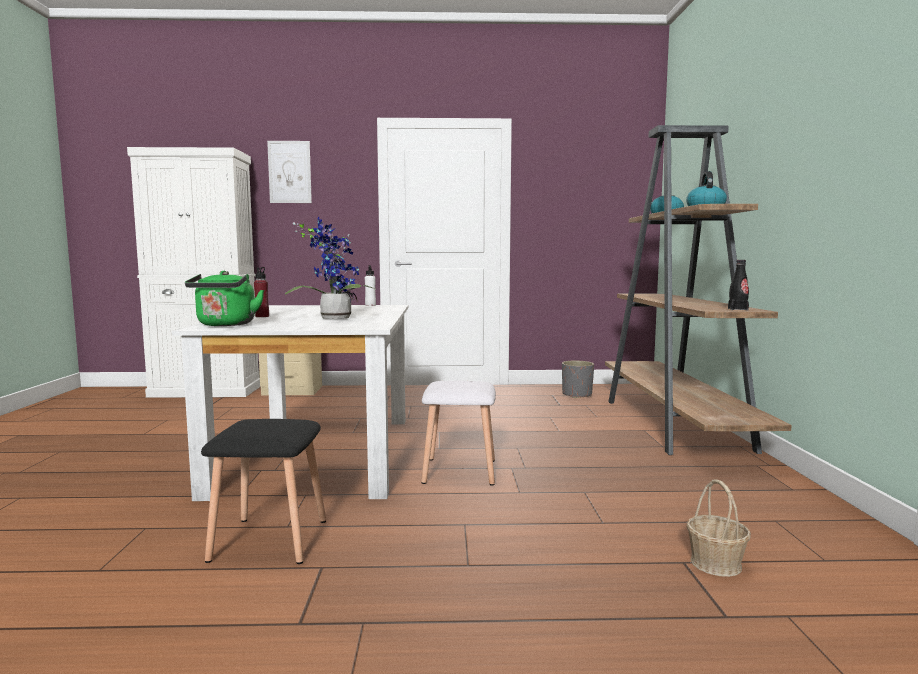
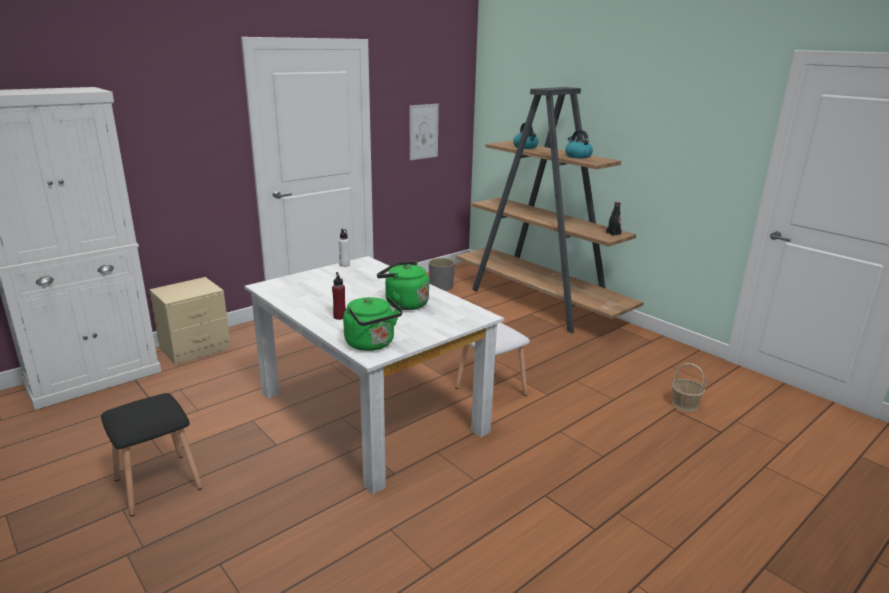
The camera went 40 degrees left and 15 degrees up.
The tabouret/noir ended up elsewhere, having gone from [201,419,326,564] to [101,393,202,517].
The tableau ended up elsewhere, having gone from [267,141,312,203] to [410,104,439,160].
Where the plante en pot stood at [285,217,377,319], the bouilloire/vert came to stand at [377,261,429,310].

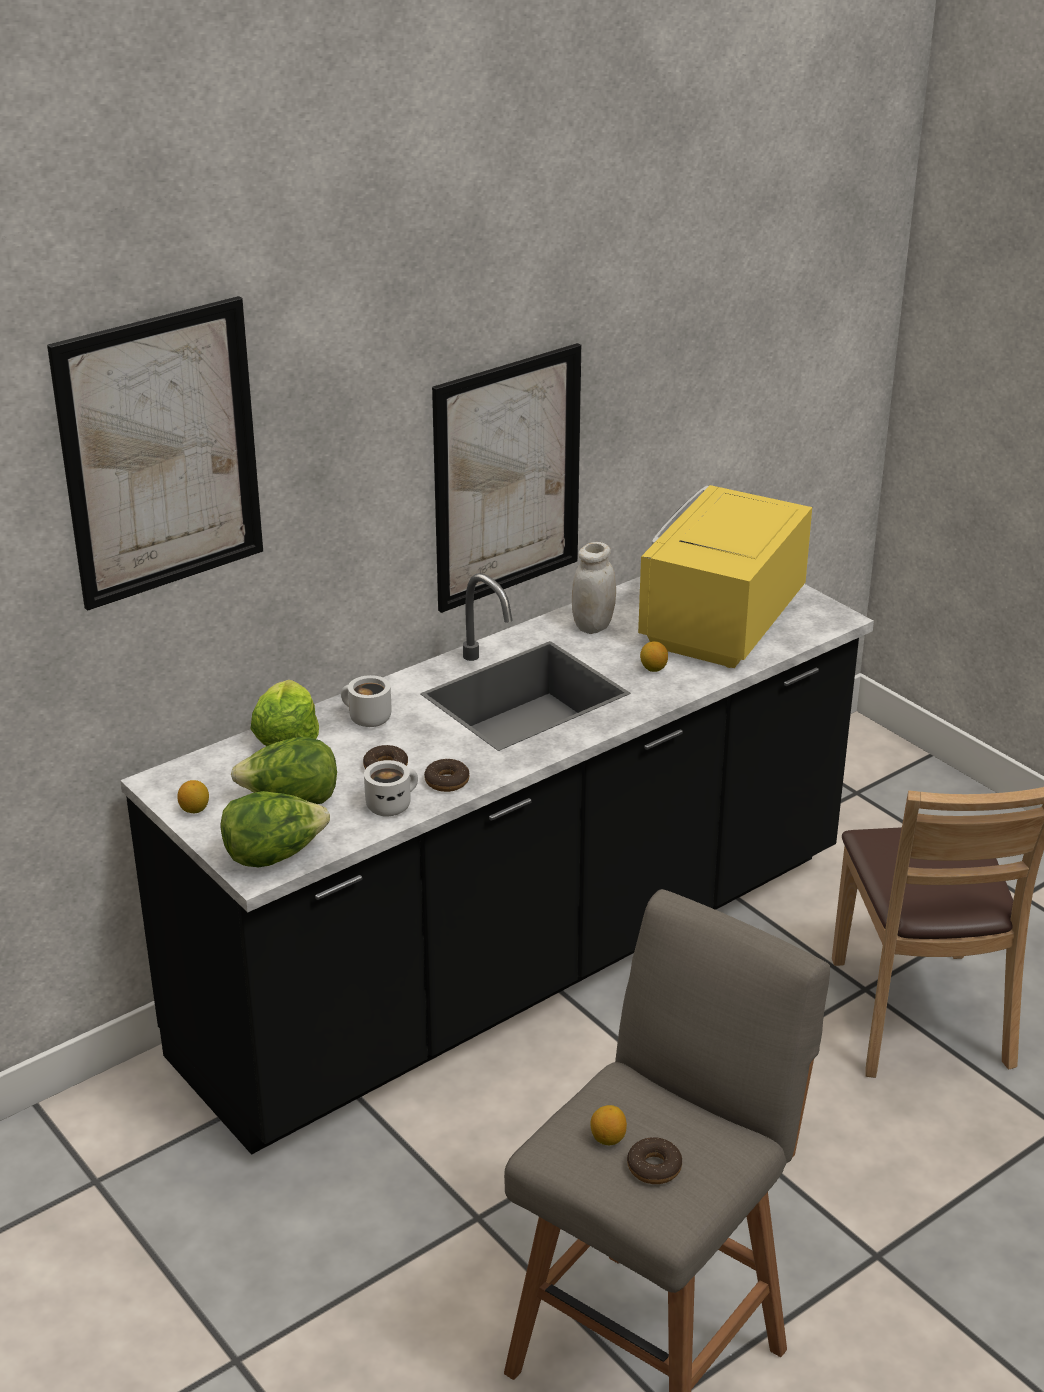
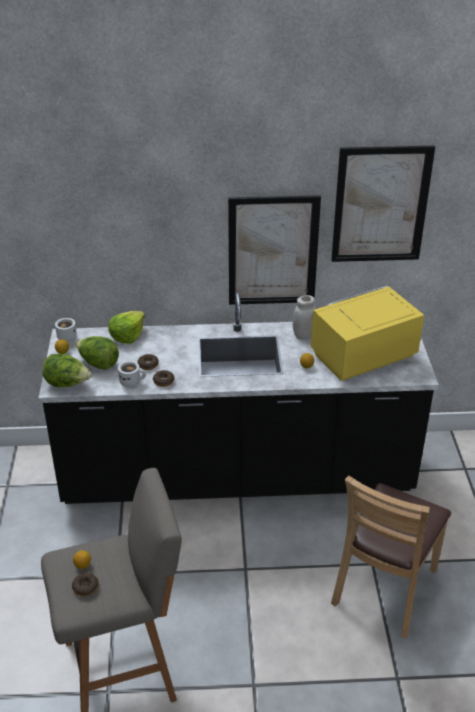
The camera went 35 degrees right and 5 degrees up.
The tableau ended up elsewhere, having gone from [47,296,263,611] to [331,146,435,262].
The mug/blanc ended up elsewhere, having gone from [341,675,392,727] to [55,318,77,342].

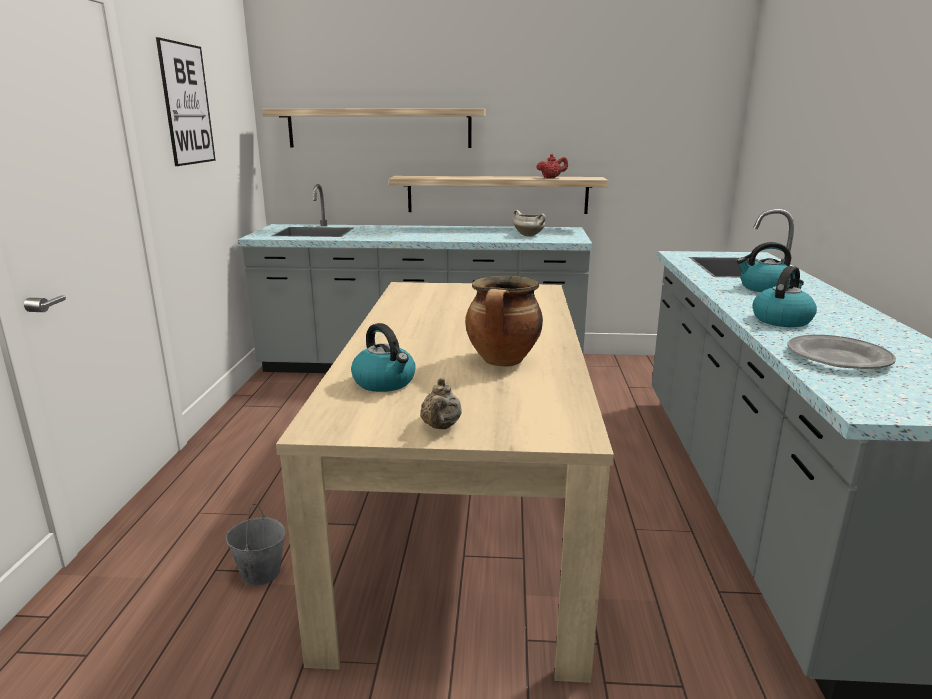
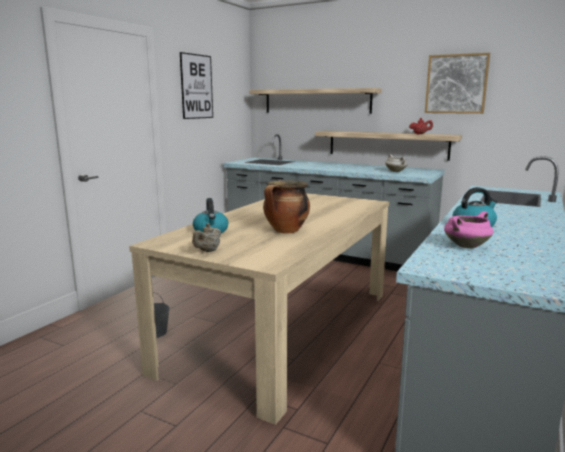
The camera went 25 degrees right and 5 degrees down.
The second view lost the bouilloire at [737,242,791,292].
Where the assiette/gris stood at [788,335,896,369], the marmite/rose came to stand at [444,211,494,249].
The second view gained the tableau at [425,53,490,114].

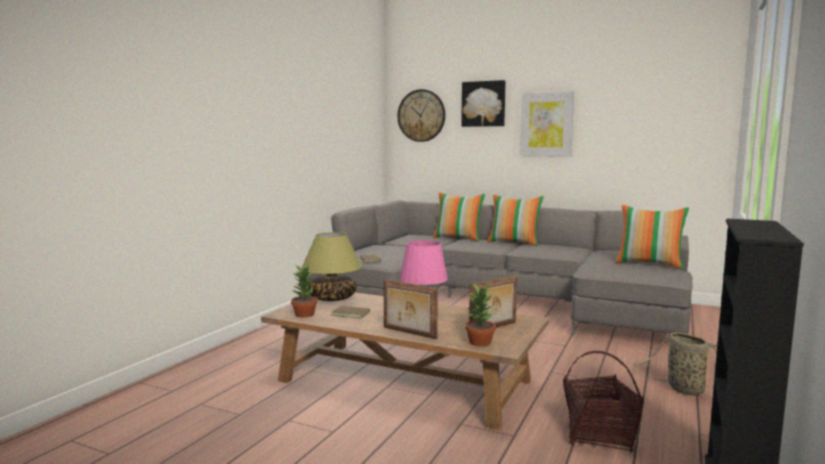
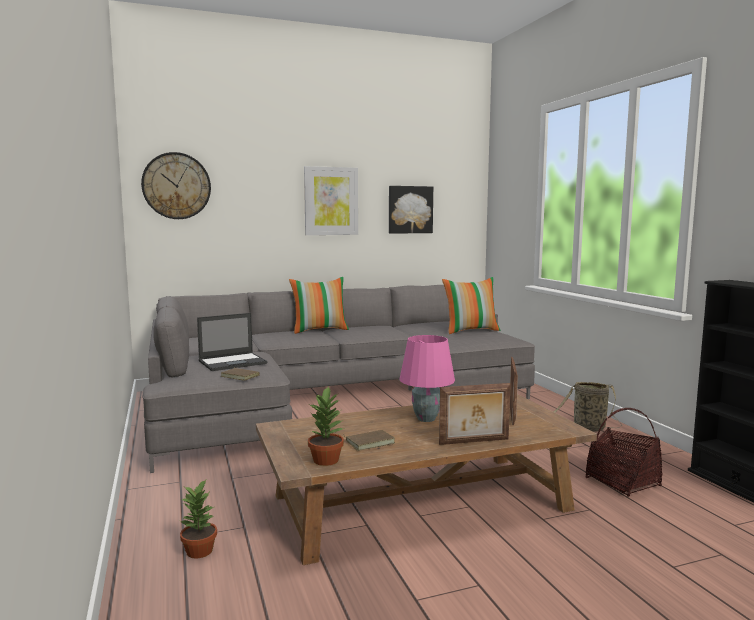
The camera went 45 degrees left and 0 degrees up.
The second view lost the lampe de table at [301,232,362,301].
The second view lost the coussin at [433,192,485,241].
The tableau ended up elsewhere, having gone from [461,80,506,127] to [389,186,433,234].
The plante en pot ended up elsewhere, having gone from [466,283,496,346] to [180,480,217,558].
The second view gained the ordinateur portable at [197,313,267,371].

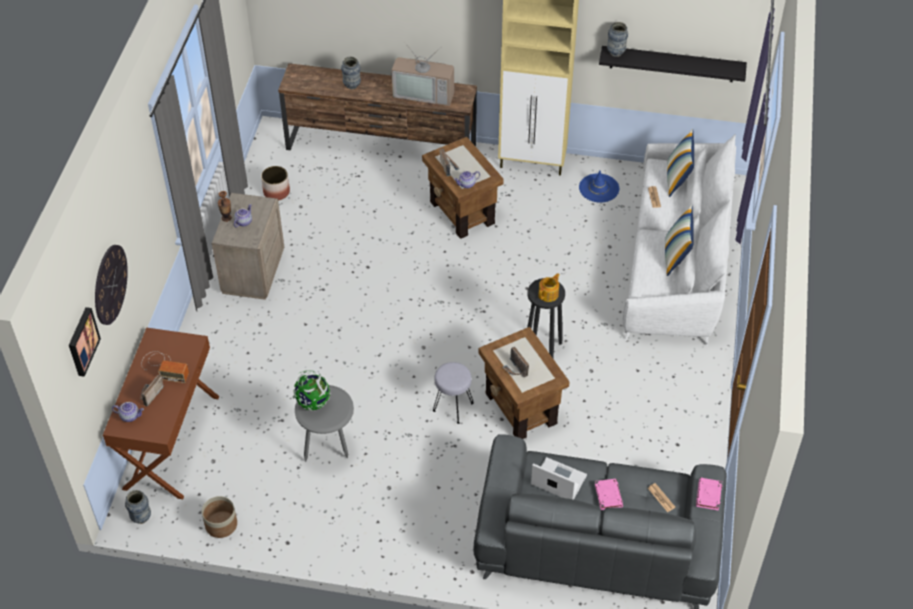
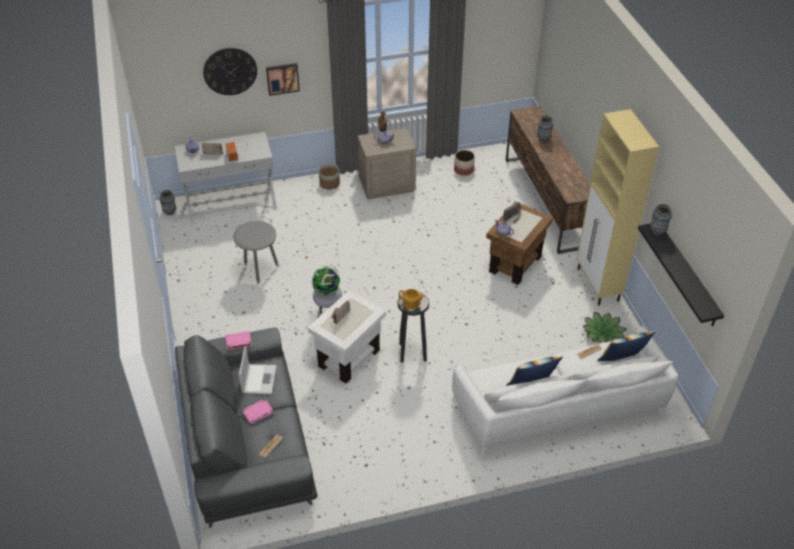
The camera went 65 degrees right and 5 degrees down.
The tableau ended up elsewhere, having gone from [69,307,101,377] to [266,63,300,96].
What was the table console/marron at [103,328,219,499] turned into the table console/blanc at [175,132,277,224].
The cache-pot ended up elsewhere, having gone from [202,496,237,538] to [319,164,340,190].
The globe ended up elsewhere, having gone from [293,370,331,411] to [312,264,340,296].
The second view lost the téléviseur at [391,43,454,106].
What was the table d'appoint/marron at [479,327,569,439] turned into the table d'appoint/blanc at [308,291,386,383].
Where the chapeau/bleu stood at [579,171,619,203], the plante en pot came to stand at [583,312,626,342].
The livre/rose ended up elsewhere, having gone from [696,478,722,511] to [225,331,252,350].

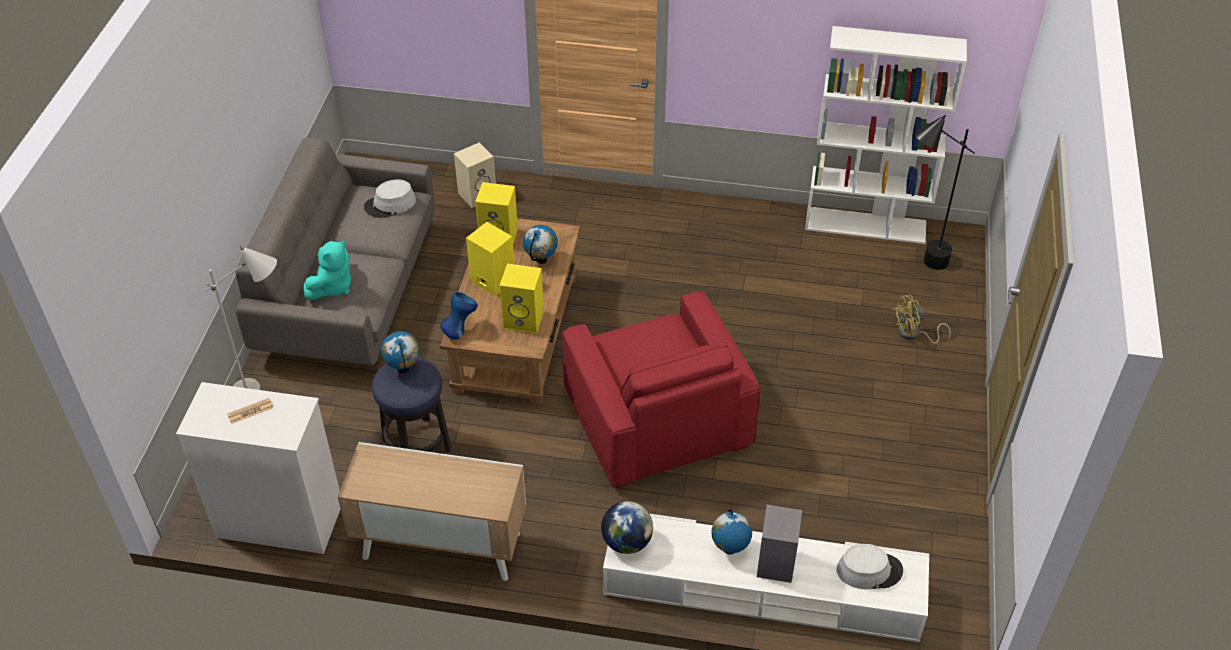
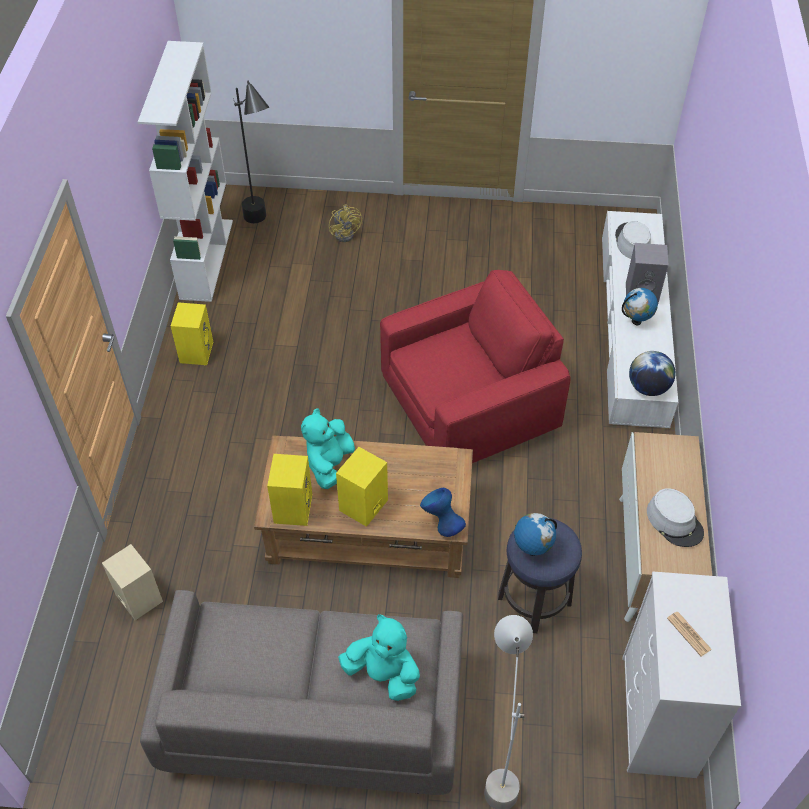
The camera went 95 degrees left and 5 degrees up.
The chapeau/gris ended up elsewhere, having gone from [364,179,416,218] to [647,488,704,547].
The enceinte/jaune ended up elsewhere, having gone from [499,263,544,333] to [171,302,213,365].
Where the globe stood at [523,225,558,264], the peluche/turquoise came to stand at [301,408,355,489].

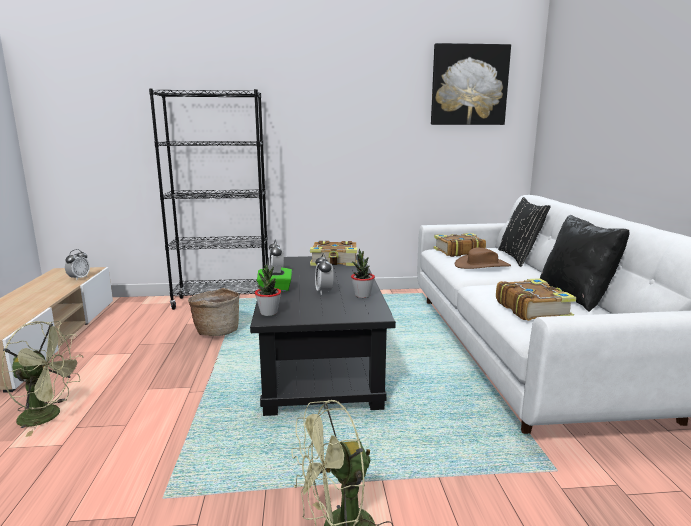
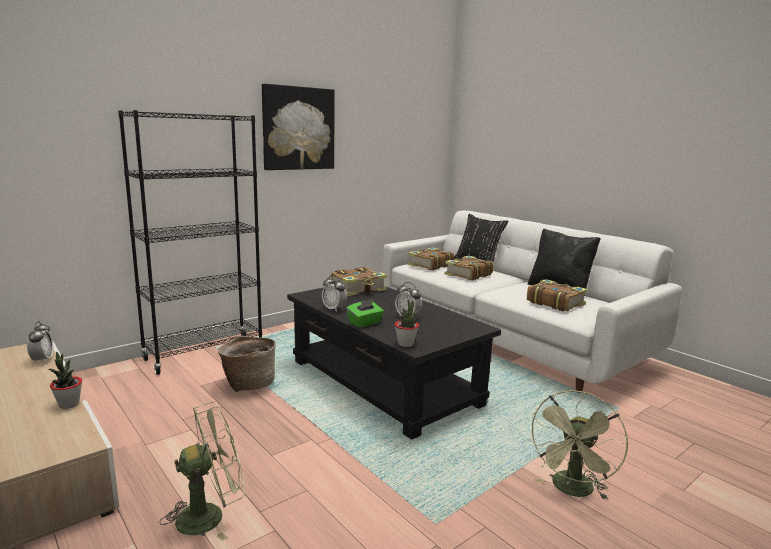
The camera went 35 degrees left and 0 degrees up.
The plante en pot ended up elsewhere, having gone from [351,249,375,298] to [49,351,82,409].
The tableau ended up elsewhere, having gone from [431,43,511,125] to [262,84,335,170].
Where the chapeau/marron stood at [455,248,511,269], the livre came to stand at [445,255,493,281].

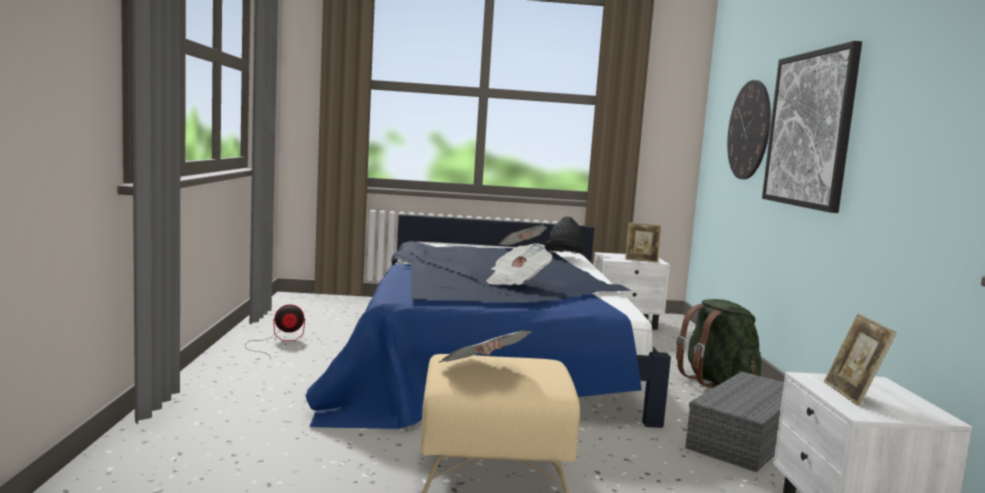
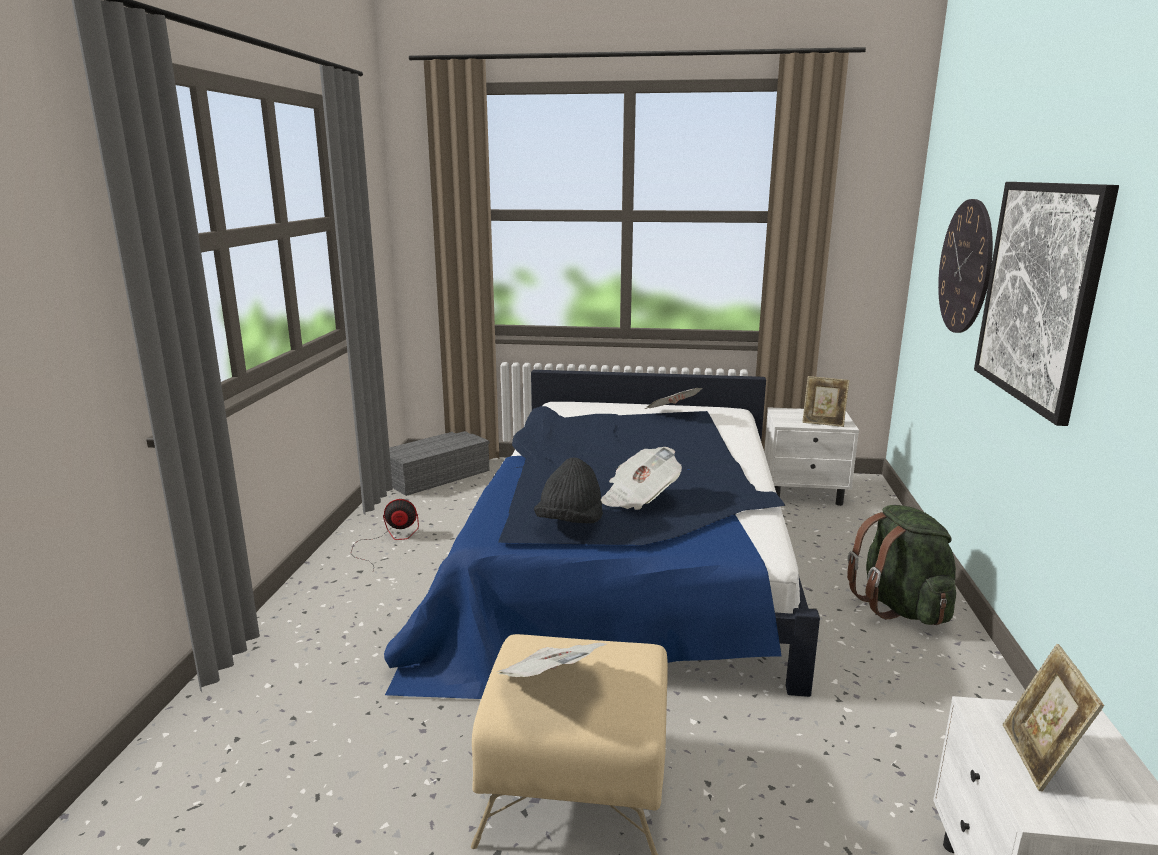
The camera went 10 degrees right and 10 degrees up.
The chapeau/noir ended up elsewhere, having gone from [546,216,583,253] to [534,457,603,523].
The boîte de rangement/gris ended up elsewhere, having gone from [685,371,784,472] to [389,431,490,496].

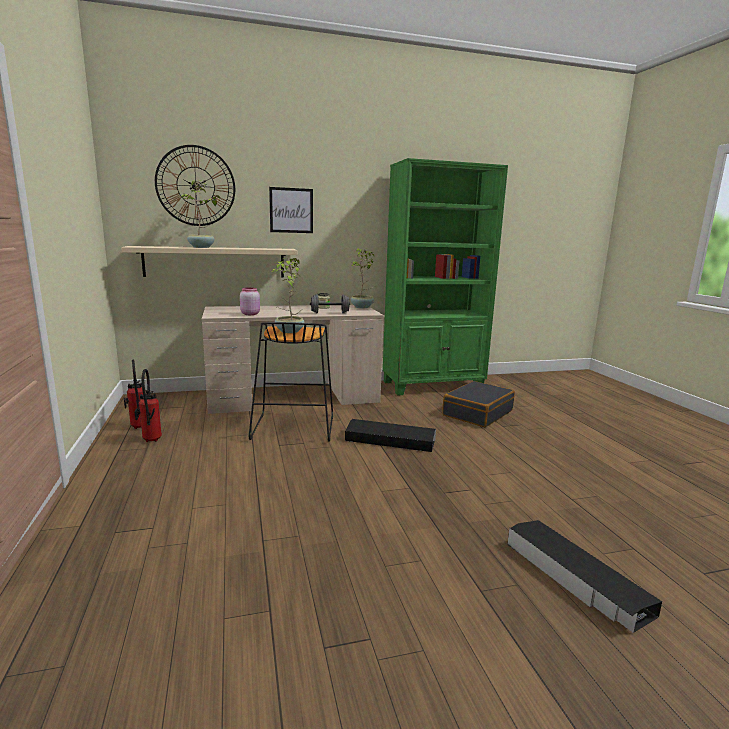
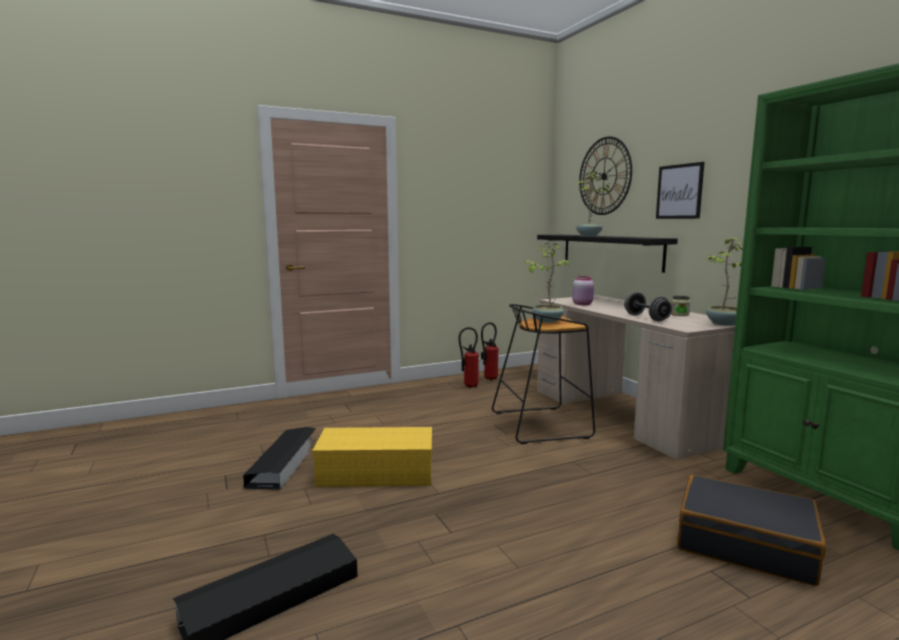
The camera went 80 degrees right and 5 degrees down.
What was the étagère/beige at [121,246,298,277] turned into the étagère/noir at [537,235,678,273].
The boîte de rangement/noir ended up elsewhere, having gone from [345,419,436,452] to [243,427,316,490].
The second view gained the boîte de rangement/jaune at [312,427,432,487].

